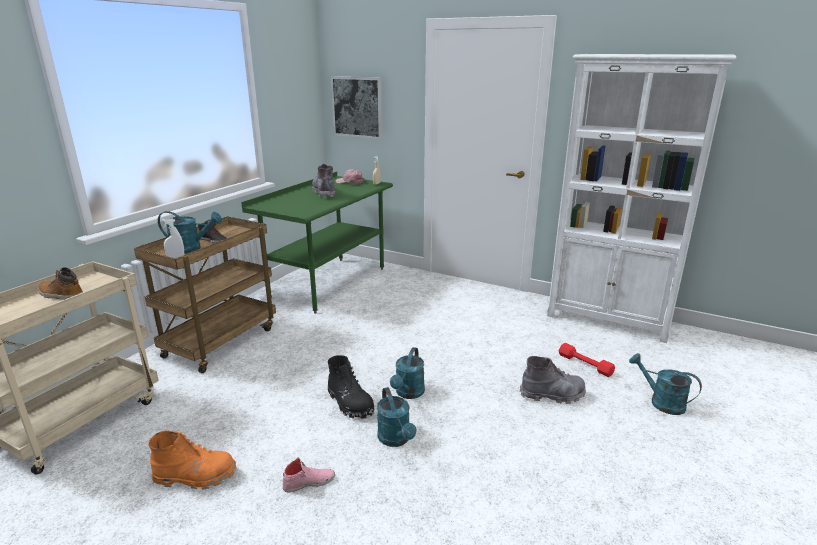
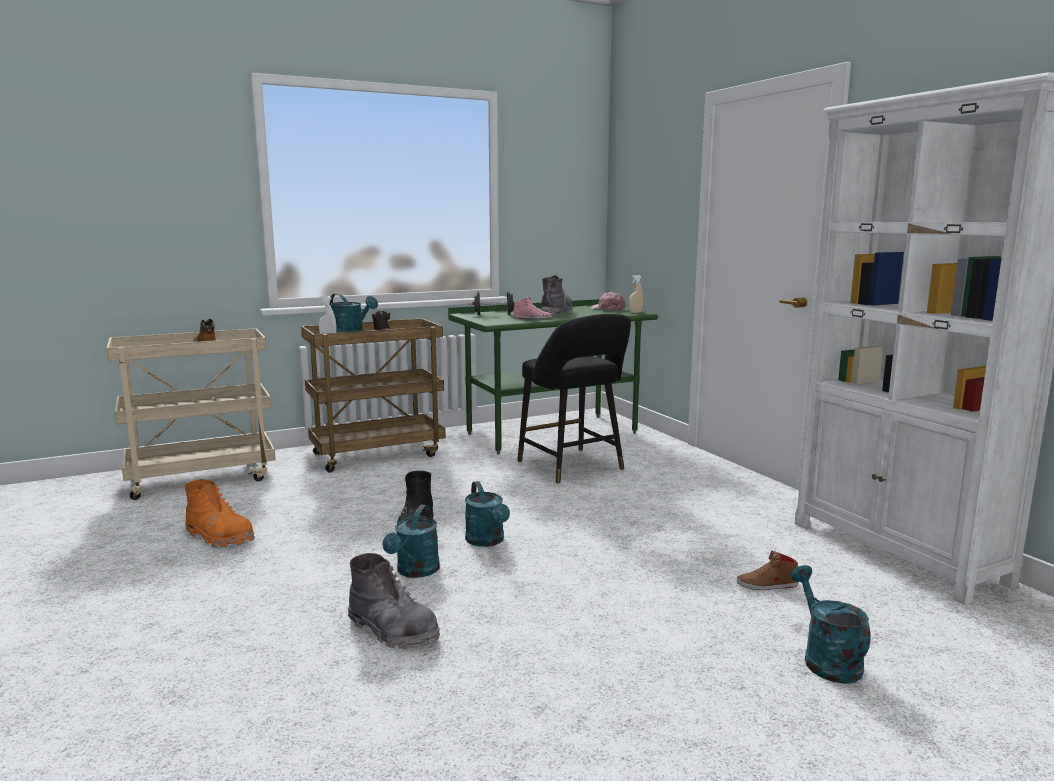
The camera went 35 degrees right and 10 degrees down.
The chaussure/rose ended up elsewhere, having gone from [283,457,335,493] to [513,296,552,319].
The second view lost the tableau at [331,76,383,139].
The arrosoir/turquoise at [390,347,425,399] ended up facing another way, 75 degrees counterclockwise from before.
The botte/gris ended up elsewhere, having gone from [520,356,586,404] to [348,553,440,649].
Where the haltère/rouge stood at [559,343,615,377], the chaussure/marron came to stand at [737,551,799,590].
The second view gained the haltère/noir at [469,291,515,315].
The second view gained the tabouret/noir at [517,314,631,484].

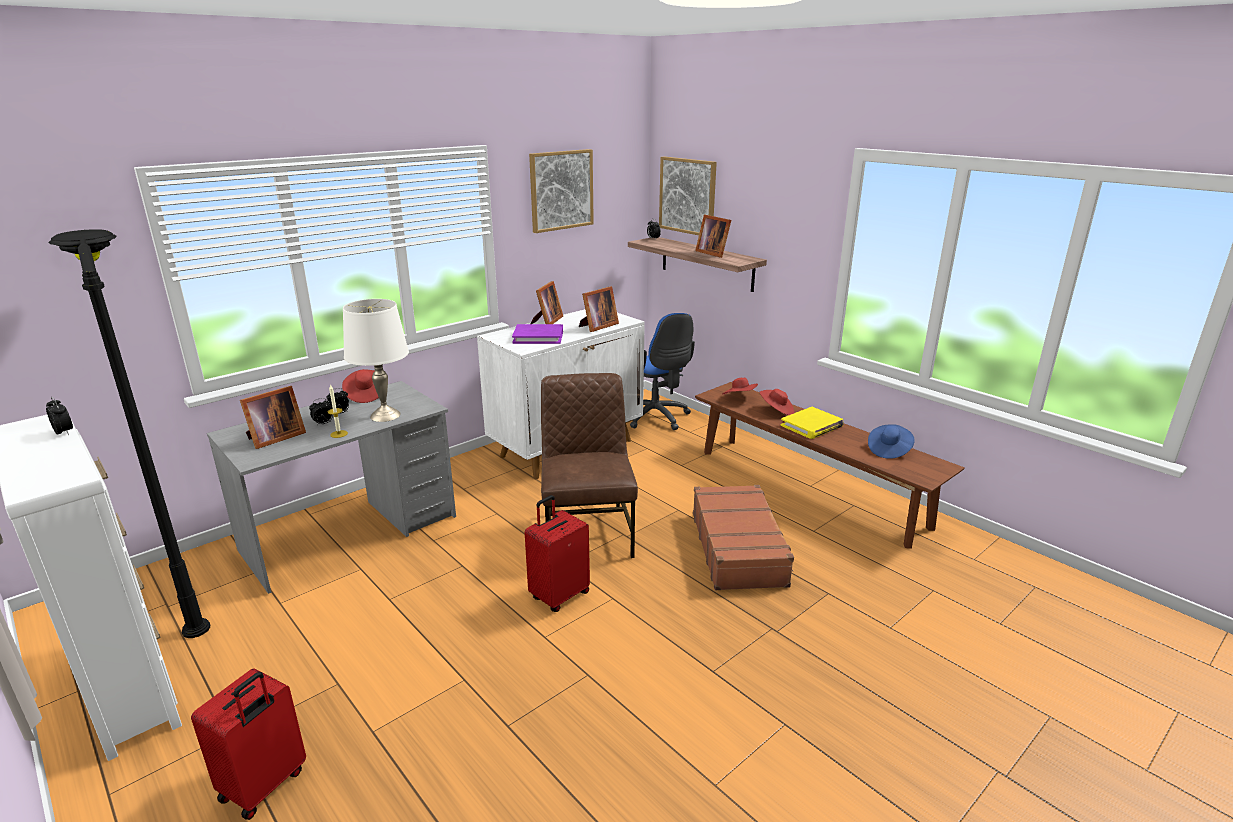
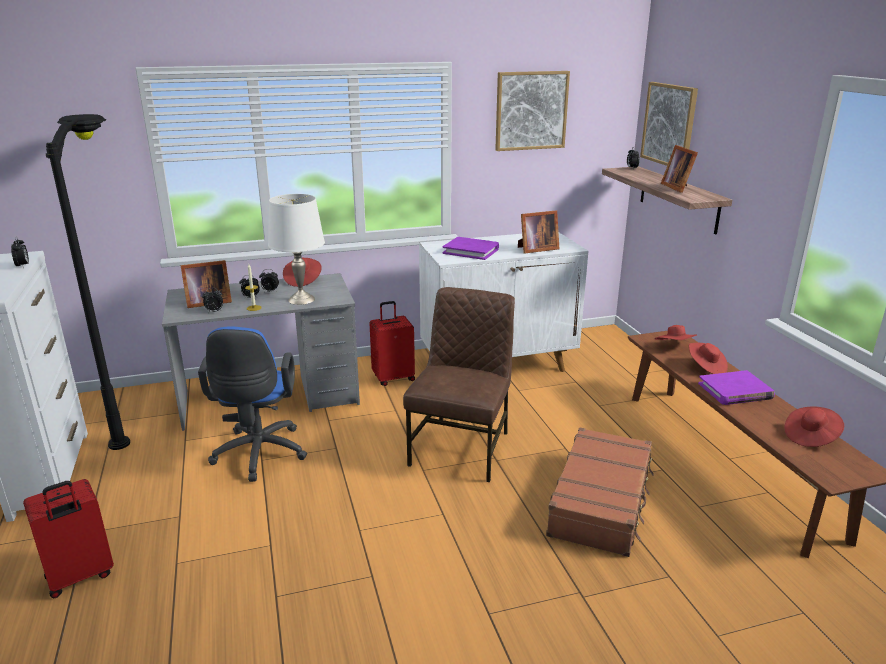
The camera went 25 degrees right and 0 degrees up.
The valise/rouge ended up elsewhere, having gone from [525,495,590,612] to [369,301,415,386].
The second view lost the cadre photo at [530,281,563,324].
The chaise de bureau/bleu ended up elsewhere, having gone from [630,313,695,430] to [198,327,307,482].
What was the livre/jaune at [781,407,844,439] turned into the livre/violet at [698,370,775,405].
What was the chapeau/bleu at [868,424,915,459] turned into the chapeau/rouge at [784,407,844,447].
The second view gained the réveil at [202,288,223,313].

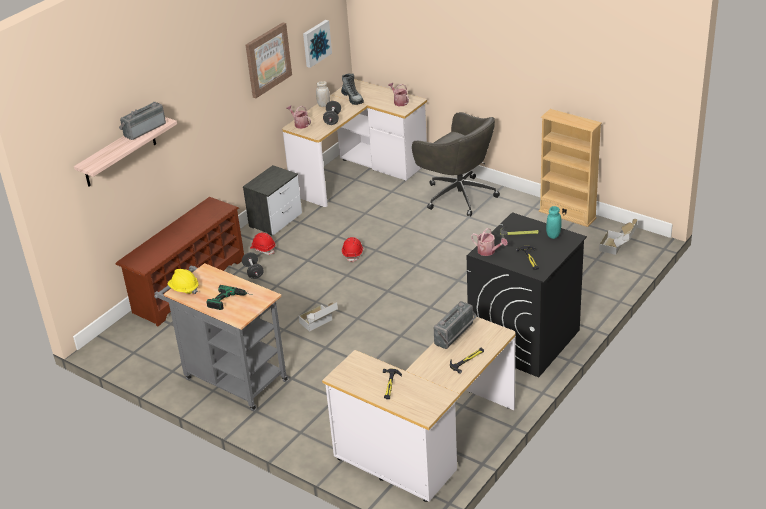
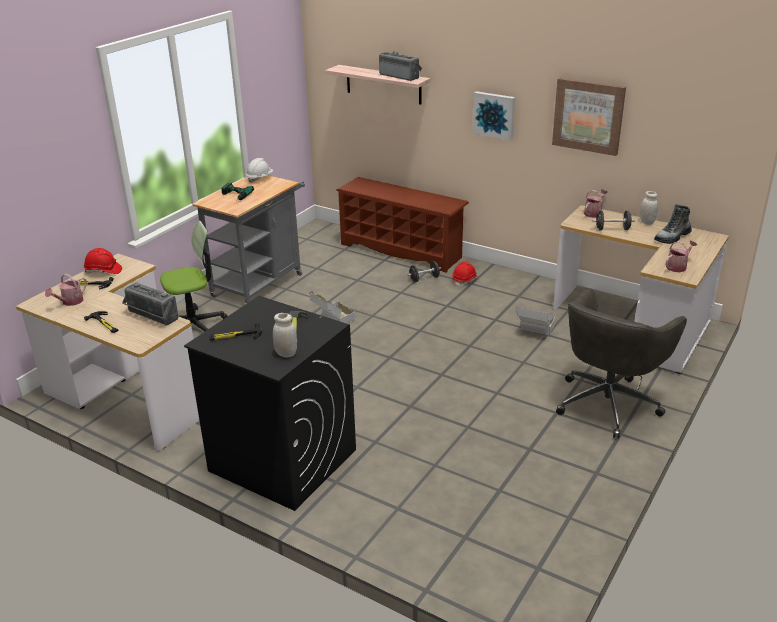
The camera went 85 degrees right and 5 degrees down.
What was the casque de chantier/jaune at [167,269,198,294] turned into the casque de chantier/blanc at [246,158,273,183].
The second view lost the table de chevet at [243,165,302,236].
The tableau ended up elsewhere, having gone from [303,20,332,68] to [473,91,515,140].
The casque de chantier/rouge ended up elsewhere, having gone from [342,237,363,262] to [84,248,122,274].
The arrosoir ended up elsewhere, having gone from [471,228,508,256] to [45,274,87,306].
The second view lost the bibliothèque/beige at [539,109,602,227].
What was the bocal/turquoise at [546,206,562,239] turned into the bocal/blanc at [273,313,297,357].
The carton ended up elsewhere, having gone from [599,219,638,255] to [516,306,555,335].
The second view gained the chaise de bureau at [160,221,228,332].

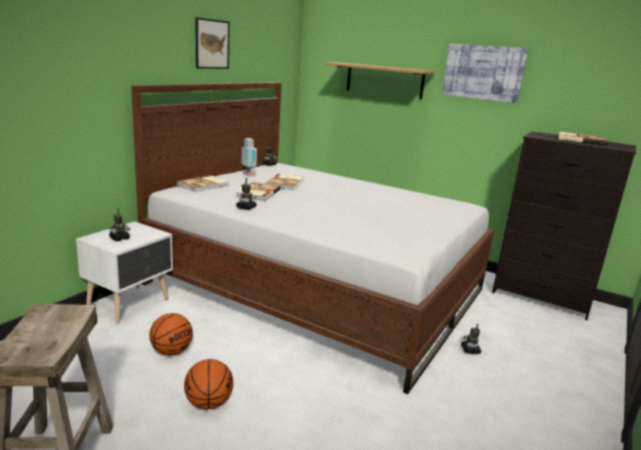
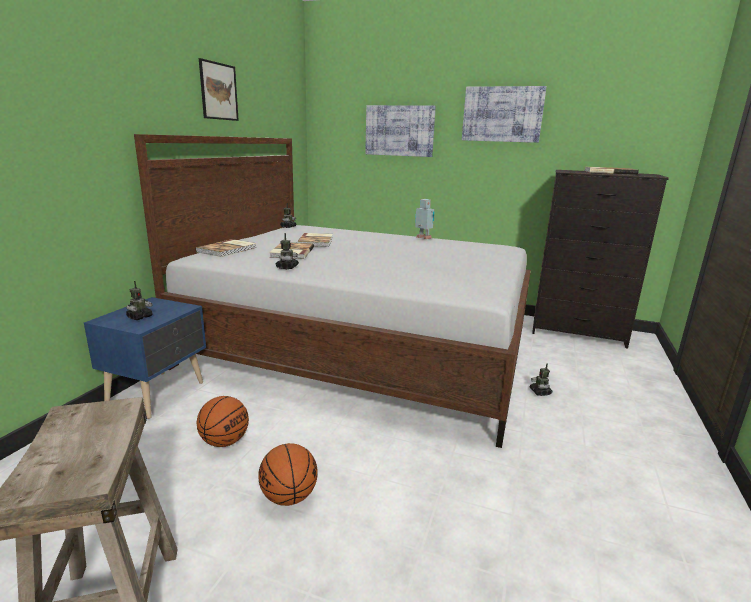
The camera went 10 degrees left and 0 degrees up.
What was the table de chevet/blanc at [76,221,173,324] turned into the table de chevet/bleu at [84,297,206,419].
The robot jouet ended up elsewhere, having gone from [241,138,257,176] to [415,199,435,239].
Where the étagère hung at [325,62,436,99], the tableau came to hang at [365,105,436,157].

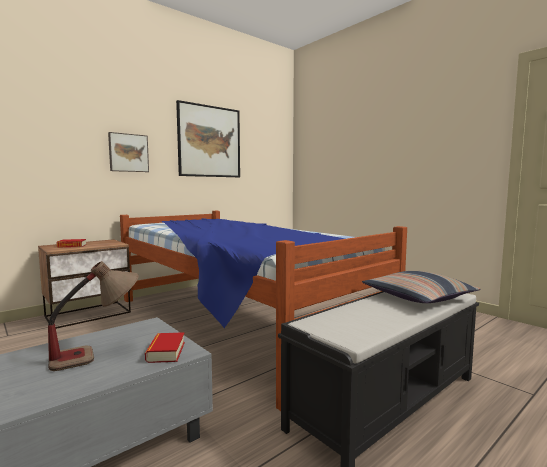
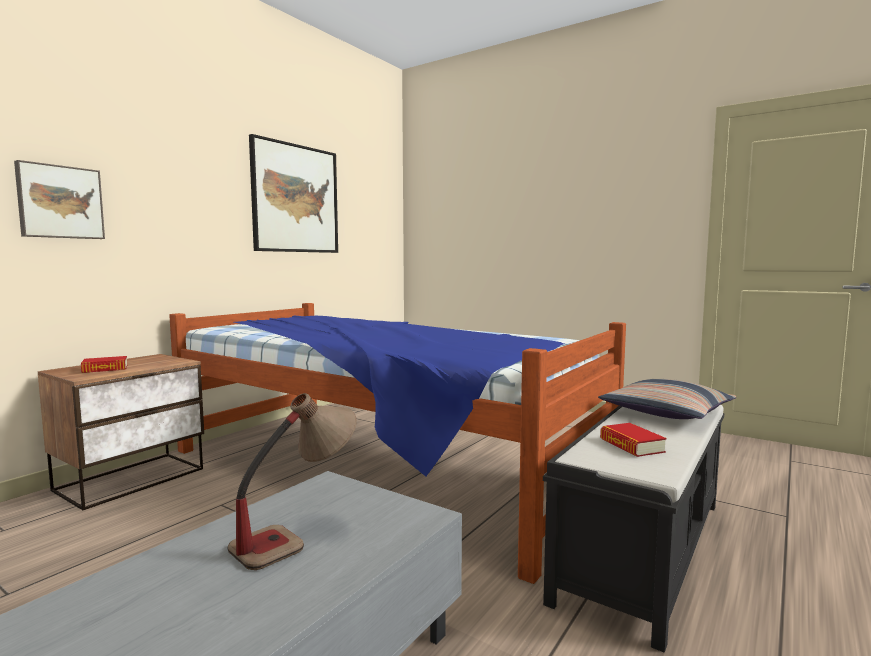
The camera went 15 degrees left and 0 degrees up.
The tableau ended up elsewhere, having gone from [108,132,149,172] to [14,160,105,239].
The livre ended up elsewhere, having gone from [145,332,185,363] to [600,423,667,457].

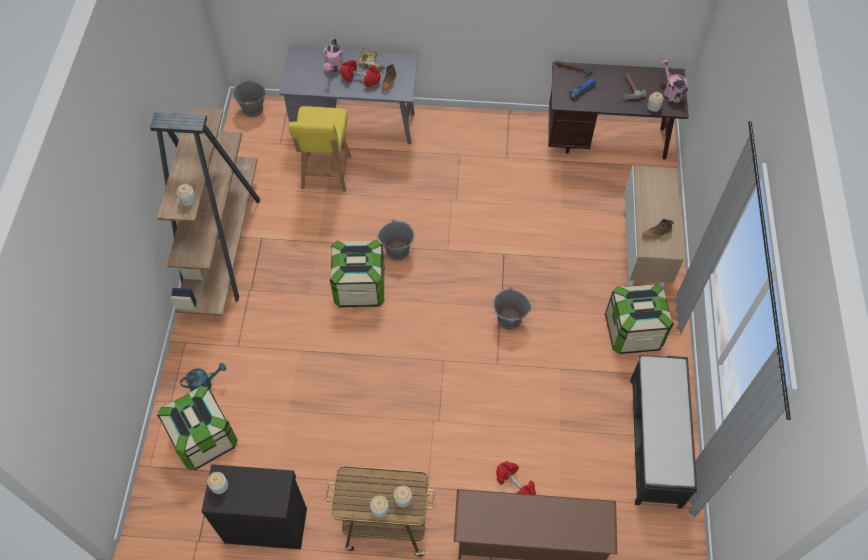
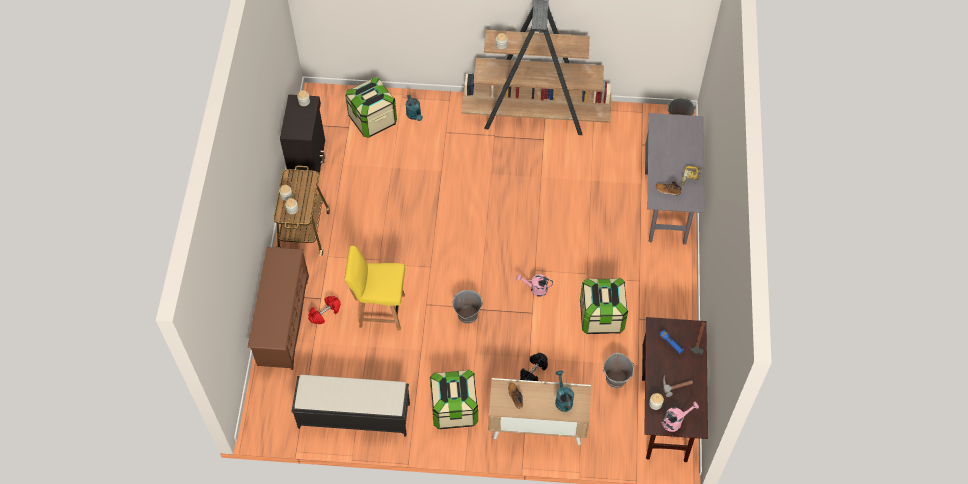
The camera went 90 degrees right and 0 degrees up.
The chaise/jaune ended up elsewhere, having gone from [288,106,351,192] to [344,246,405,330].
The arrosoir/rose ended up elsewhere, having gone from [323,39,344,72] to [516,274,553,297].
The boîte de rangement ended up elsewhere, having gone from [330,240,385,308] to [580,278,628,334].
The second view lost the haltère/rouge at [340,60,381,87].
The seau/gris ended up elsewhere, having gone from [377,219,415,261] to [603,353,635,388].
The second view gained the haltère/noir at [520,353,548,381].
The second view gained the arrosoir/turquoise at [555,371,574,412].

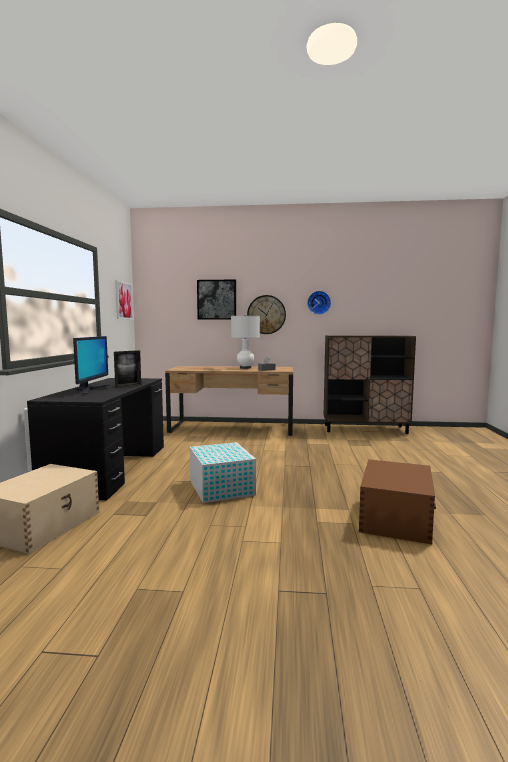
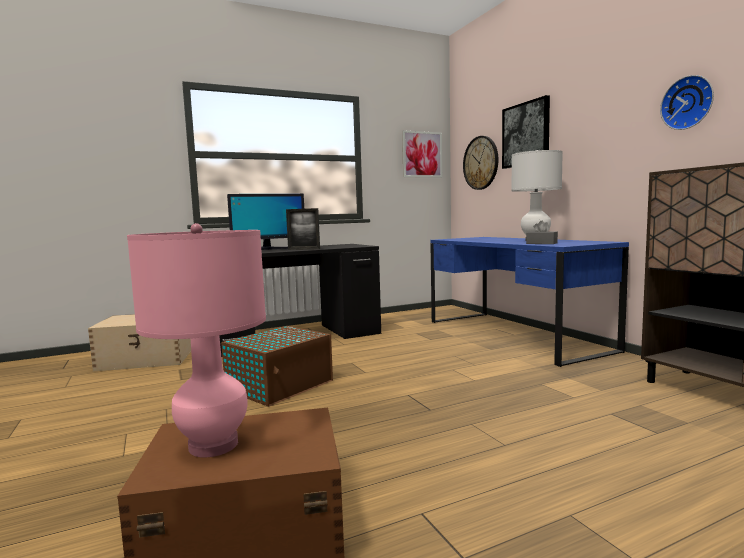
The camera went 60 degrees right and 0 degrees up.
What was the bureau/marron at [165,366,293,436] turned into the bureau/bleu at [430,237,629,367].
What was the boîte de rangement/blanc at [190,442,256,503] turned into the boîte de rangement/marron at [221,326,333,406].
The horloge murale ended up elsewhere, having gone from [247,295,286,334] to [463,136,498,190].
The second view gained the lampe de table/rose at [127,223,266,458].

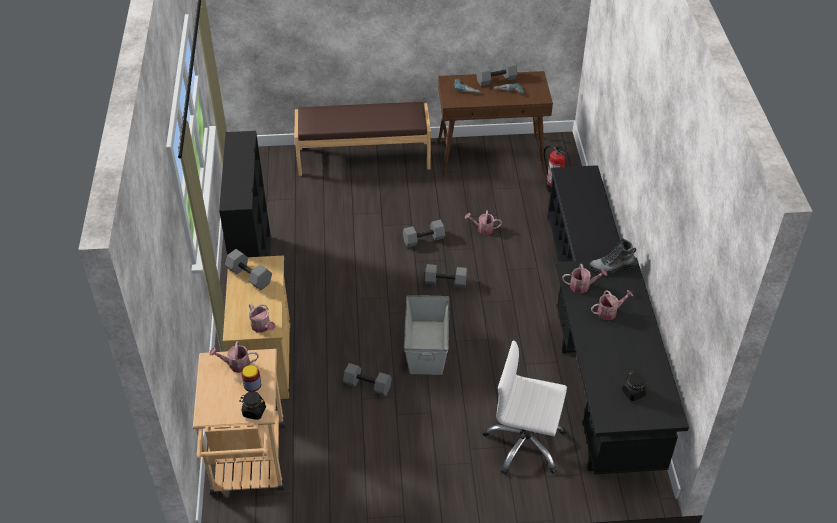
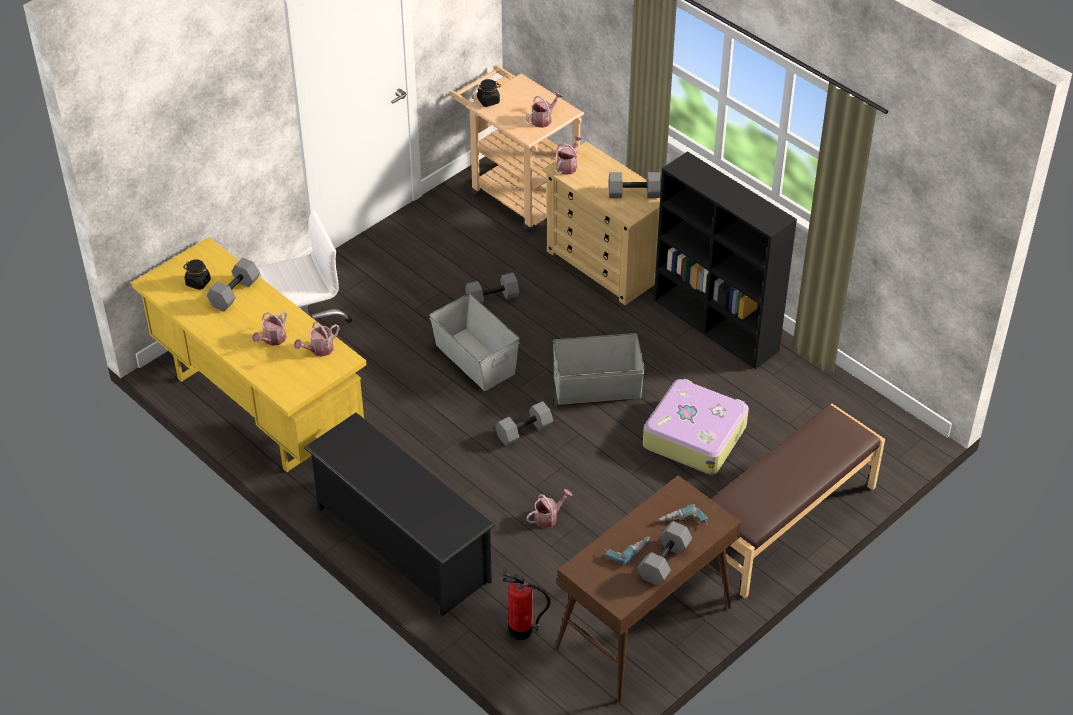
The camera went 140 degrees right and 0 degrees up.
The second view lost the bocal at [242,365,261,392].
The arrosoir at [249,304,275,333] ended up facing another way, 105 degrees clockwise from before.
The haltère/gris ended up elsewhere, having gone from [403,220,445,247] to [207,258,260,311].
What was the bureau/noir at [556,258,689,475] turned into the bureau/jaune at [131,237,367,472].
The second view lost the botte at [589,238,637,276].
The second view gained the boîte de rangement/gris at [553,333,645,405].
The second view gained the valise at [643,379,749,475].

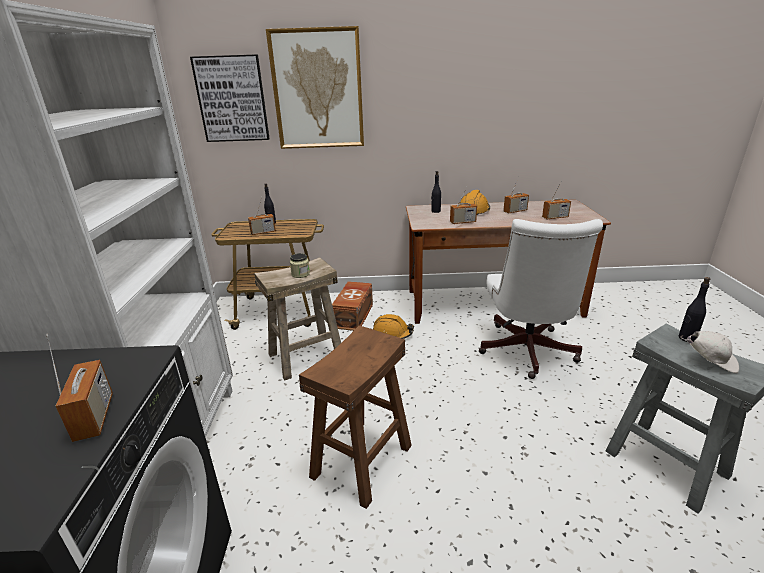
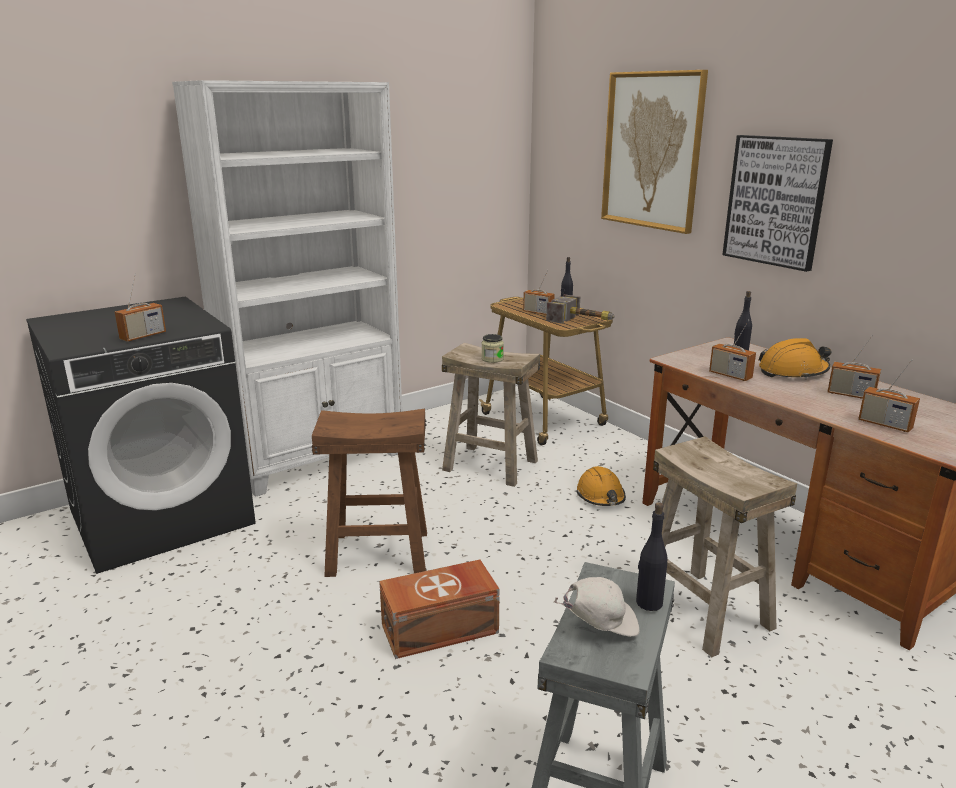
The camera went 55 degrees right and 5 degrees down.
The tableau ended up elsewhere, having gone from [190,54,270,142] to [722,135,833,272].
The boîte de rangement/marron ended up elsewhere, having gone from [332,281,373,331] to [379,559,500,659].
Where the chaise de bureau/blanc stood at [479,219,603,379], the tabouret/beige came to stand at [653,436,797,657].
The casquette/blanc at [680,331,739,373] ended up facing another way, 90 degrees counterclockwise from before.
The second view gained the marteau at [546,294,615,324].

